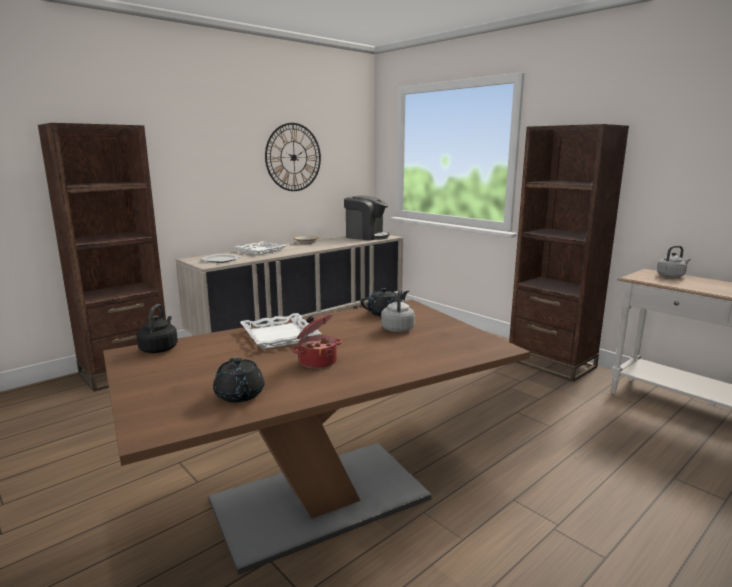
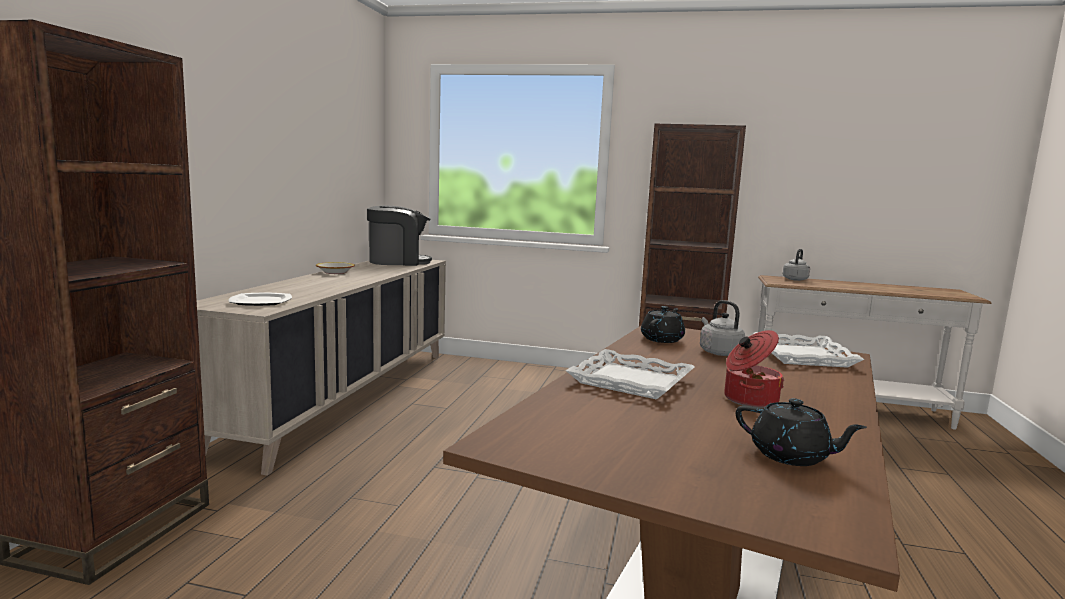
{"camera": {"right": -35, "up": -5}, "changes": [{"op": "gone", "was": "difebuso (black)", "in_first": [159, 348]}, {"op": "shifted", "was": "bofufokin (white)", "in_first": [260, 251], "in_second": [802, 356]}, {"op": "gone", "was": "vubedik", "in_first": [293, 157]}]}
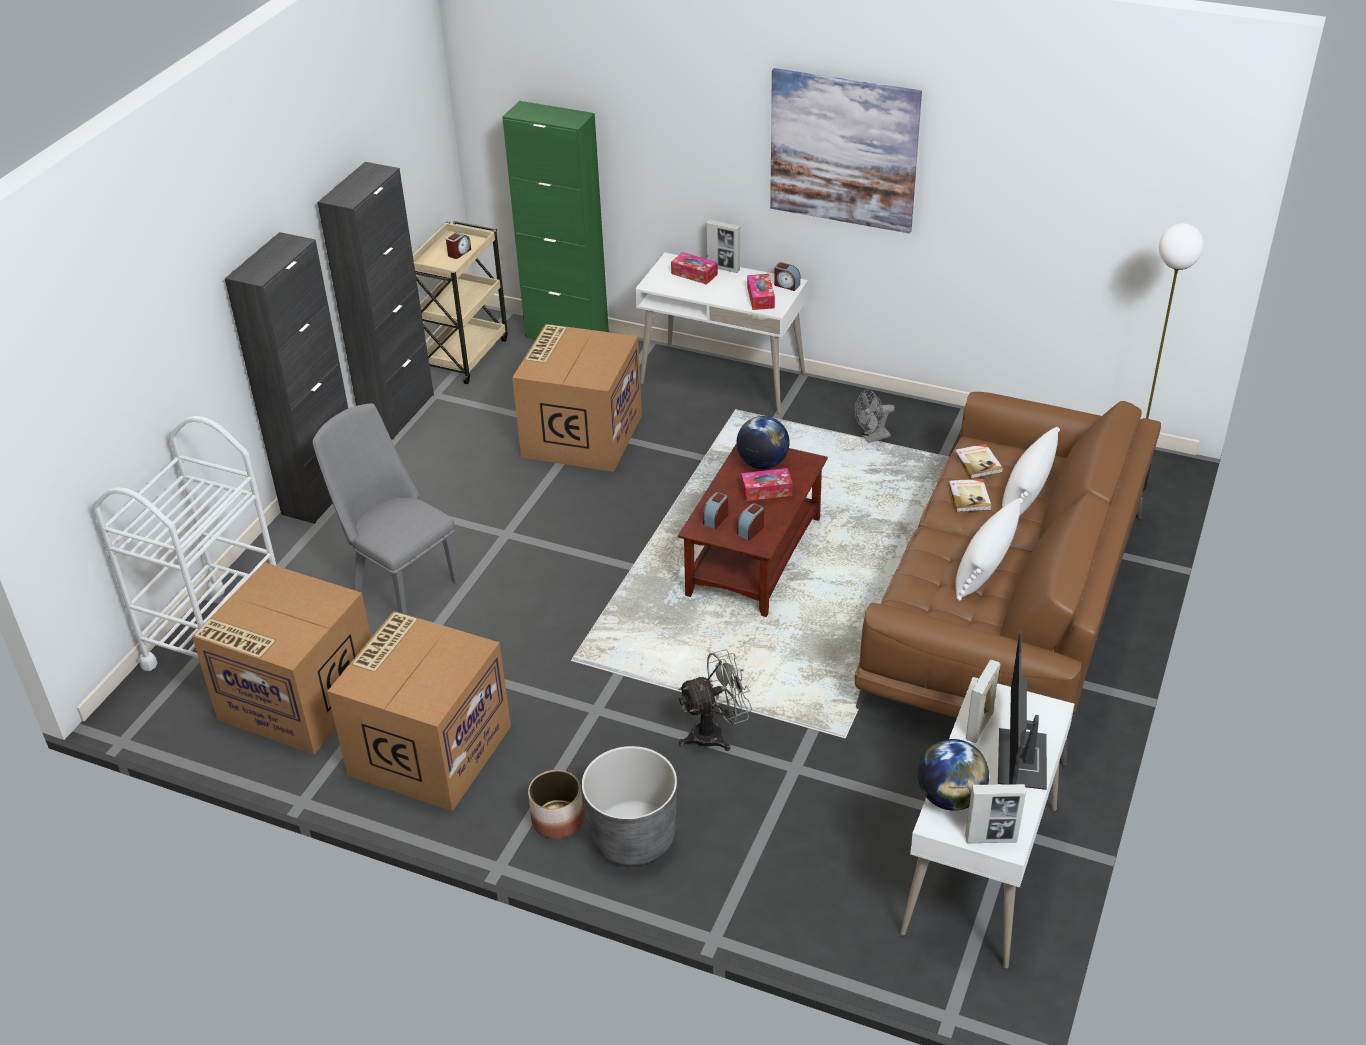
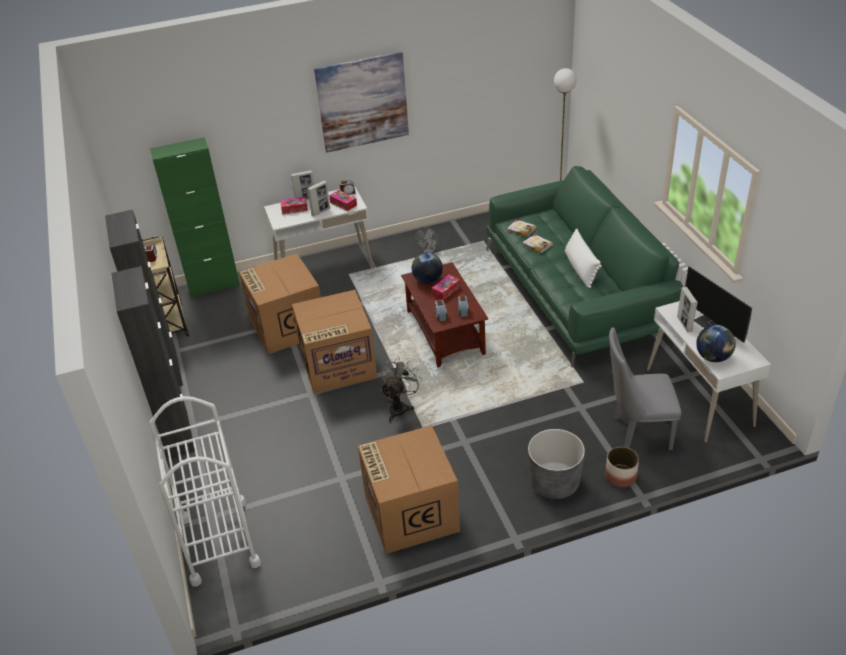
{"camera": {"right": -40, "up": 0}, "changes": [{"op": "shifted", "was": "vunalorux", "in_first": [296, 698], "in_second": [337, 366]}, {"op": "shifted", "was": "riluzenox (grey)", "in_first": [400, 583], "in_second": [636, 433]}, {"op": "shifted", "was": "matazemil", "in_first": [557, 820], "in_second": [620, 476]}, {"op": "shifted", "was": "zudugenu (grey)", "in_first": [715, 734], "in_second": [400, 406]}, {"op": "repainted", "was": "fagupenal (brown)", "now": "fagupenal (green)", "in_first": [1005, 609], "in_second": [575, 292]}, {"op": "shifted", "was": "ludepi", "in_first": [991, 839], "in_second": [321, 211]}, {"op": "gone", "was": "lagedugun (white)", "in_first": [1026, 492]}]}
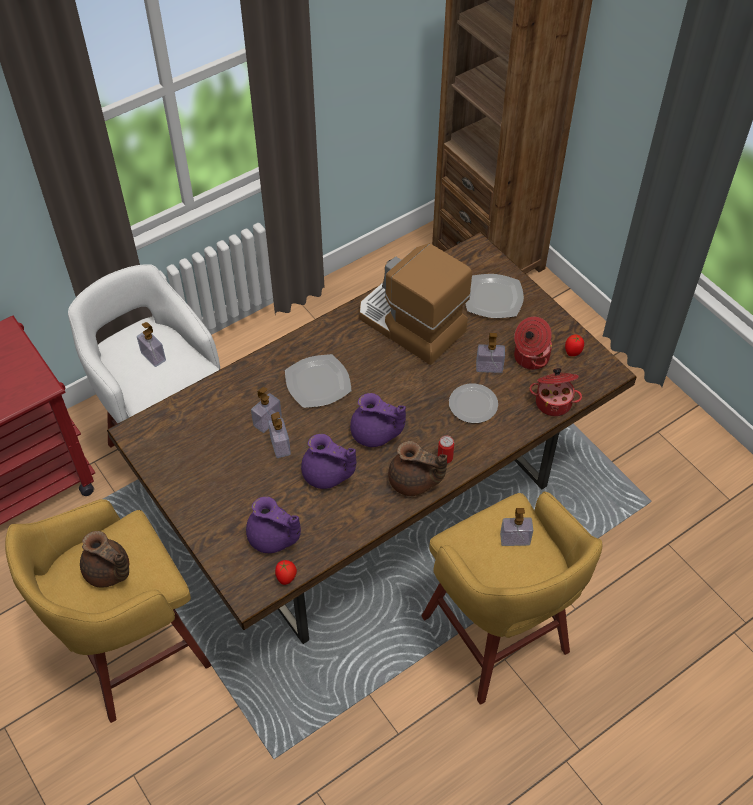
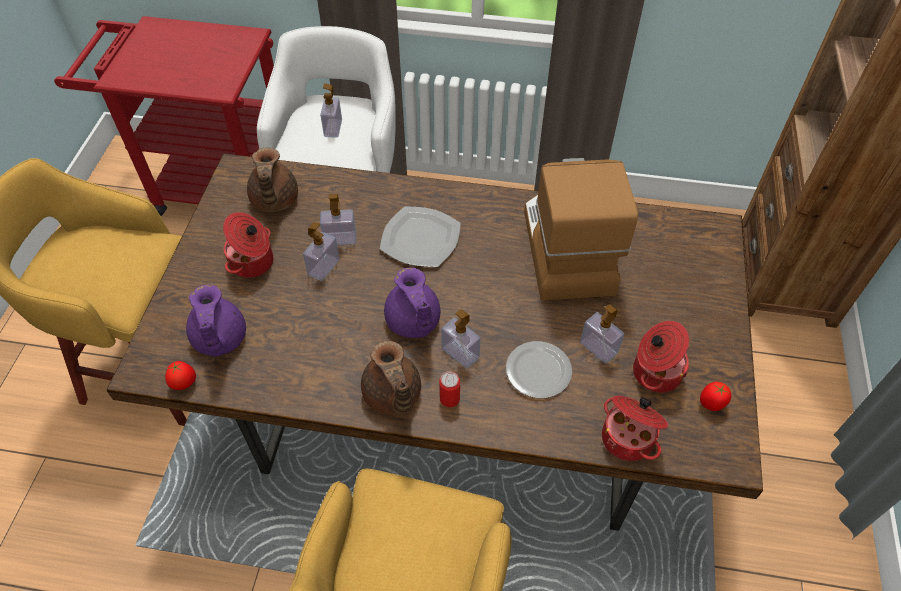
{"camera": {"right": 45, "up": 0}, "changes": [{"op": "shifted", "was": "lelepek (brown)", "in_first": [108, 572], "in_second": [274, 201]}, {"op": "gone", "was": "lelepek (purple)", "in_first": [327, 475]}, {"op": "gone", "was": "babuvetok", "in_first": [492, 297]}, {"op": "shifted", "was": "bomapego", "in_first": [515, 539], "in_second": [460, 353]}, {"op": "new", "now": "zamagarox", "in_second": [253, 262]}]}
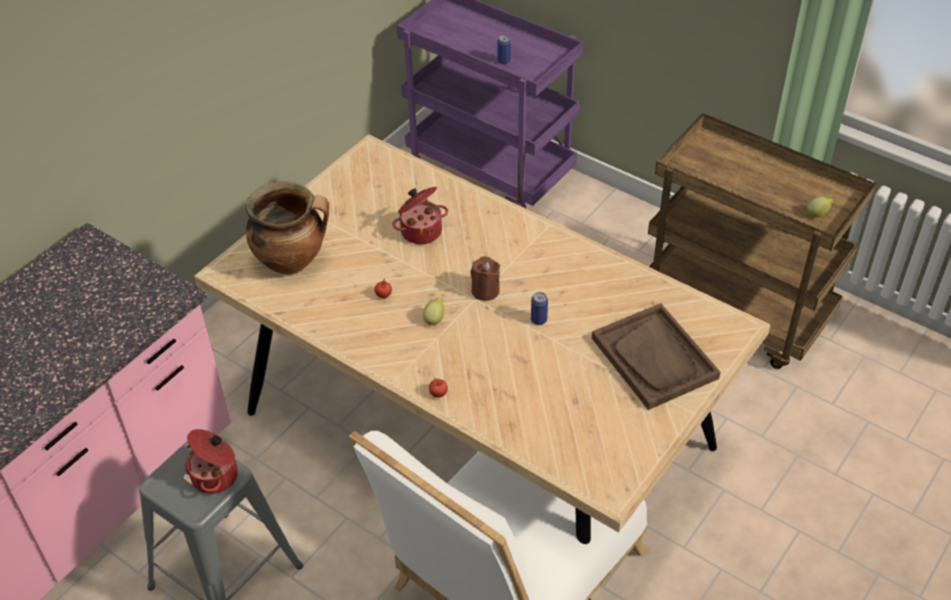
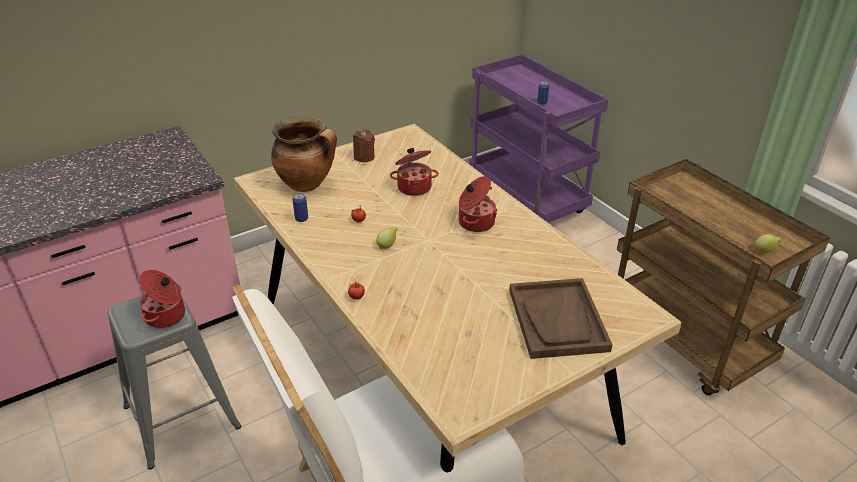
{"camera": {"right": 20, "up": -10}, "changes": [{"op": "shifted", "was": "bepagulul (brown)", "in_first": [485, 291], "in_second": [364, 157]}, {"op": "shifted", "was": "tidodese", "in_first": [539, 320], "in_second": [301, 219]}, {"op": "new", "now": "zamagarox", "in_second": [475, 222]}]}
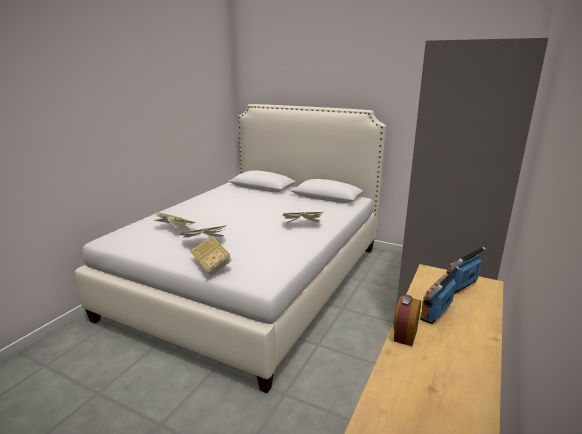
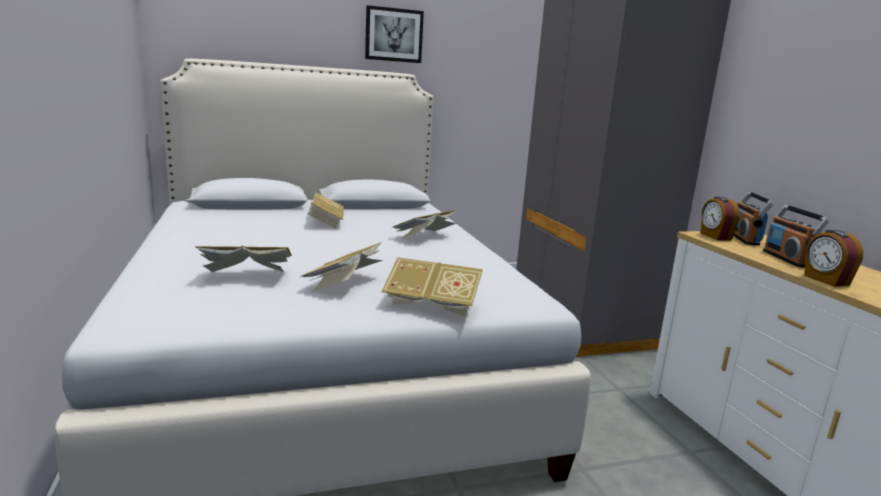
{"camera": {"right": -45, "up": -5}, "changes": [{"op": "new", "now": "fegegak", "in_second": [326, 222]}, {"op": "new", "now": "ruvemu", "in_second": [393, 35]}, {"op": "new", "now": "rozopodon", "in_second": [715, 236]}]}
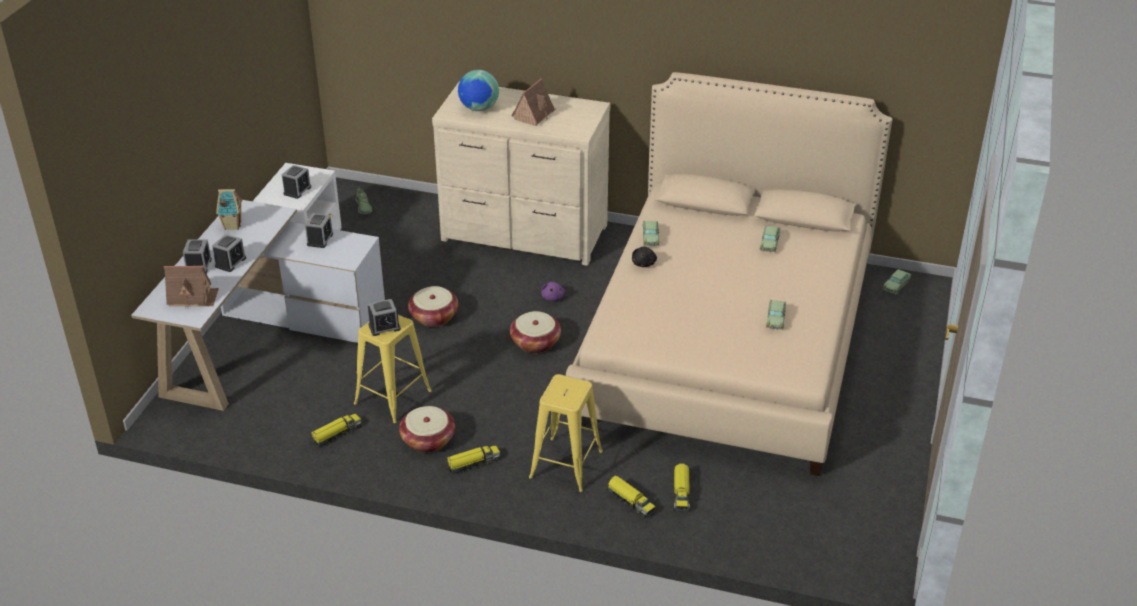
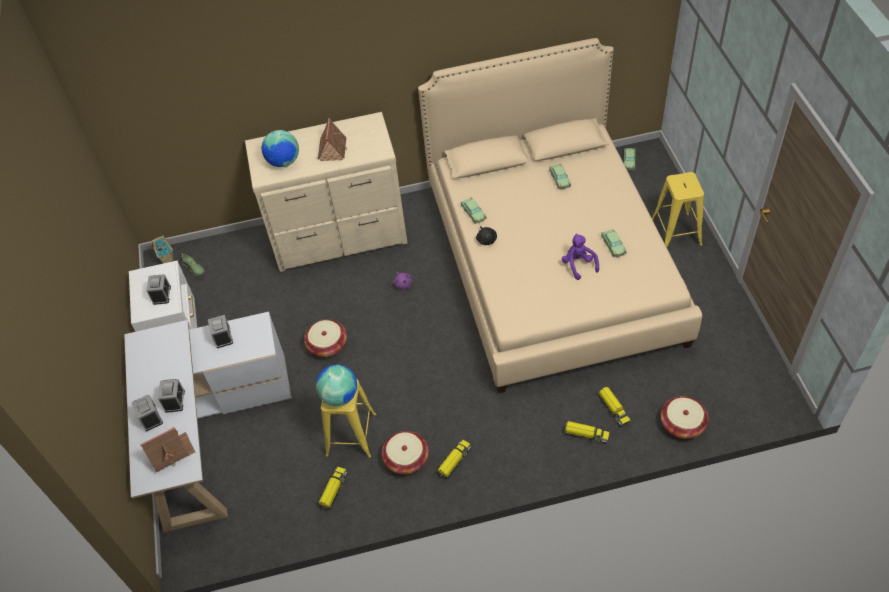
{"camera": {"right": -25, "up": 15}, "changes": [{"op": "shifted", "was": "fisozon", "in_first": [232, 226], "in_second": [166, 259]}, {"op": "swapped", "was": "rozopodon", "now": "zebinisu", "in_first": [384, 327], "in_second": [339, 395]}, {"op": "shifted", "was": "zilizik", "in_first": [535, 342], "in_second": [682, 424]}, {"op": "shifted", "was": "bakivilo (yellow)", "in_first": [566, 464], "in_second": [676, 232]}, {"op": "new", "now": "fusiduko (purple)", "in_second": [578, 265]}]}
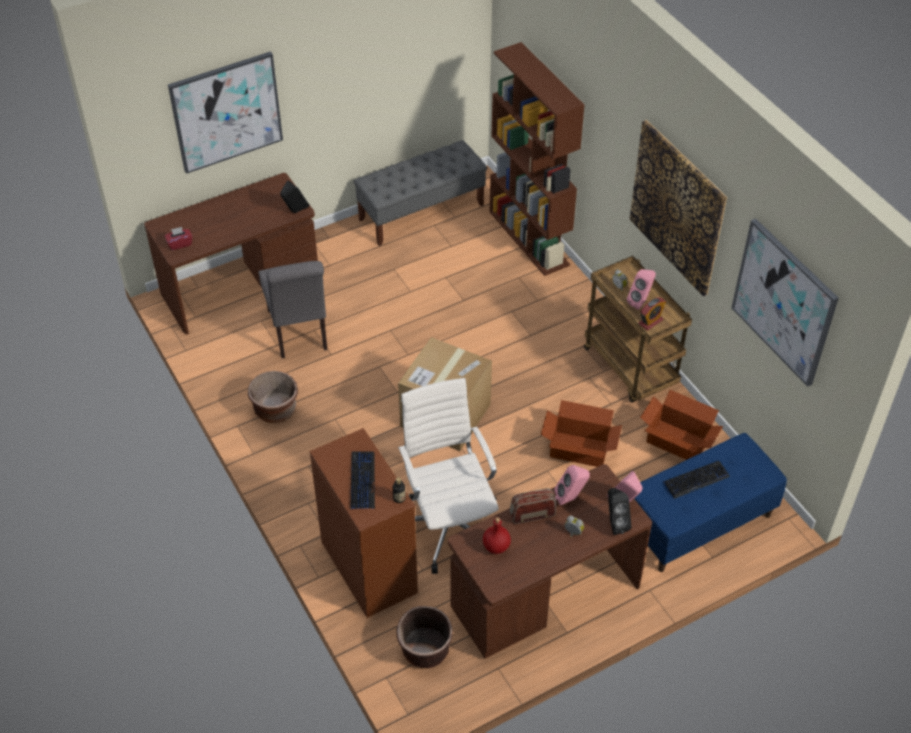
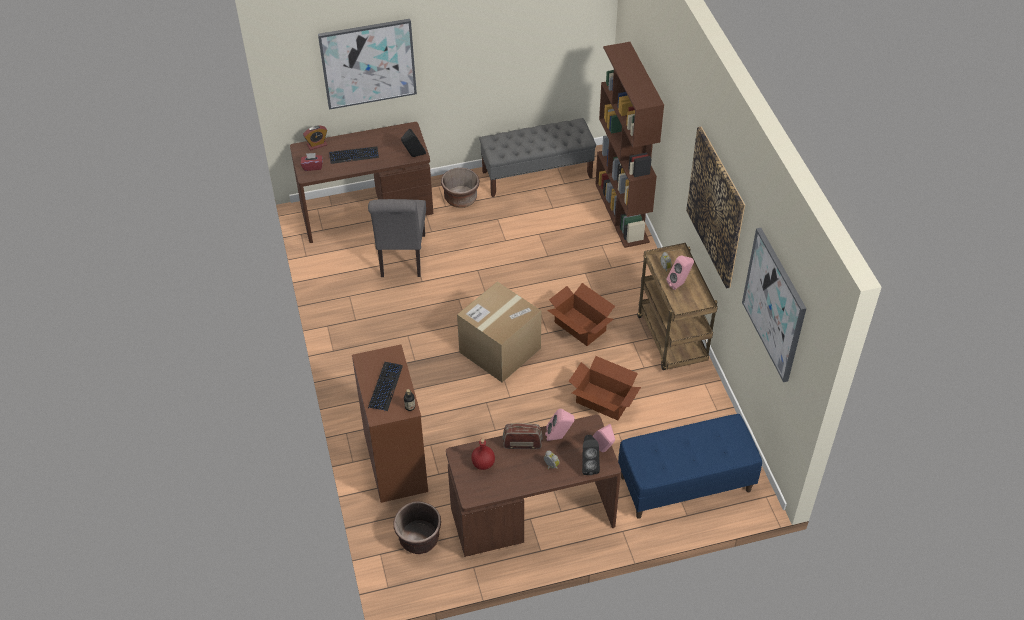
{"camera": {"right": 15, "up": 0}, "changes": [{"op": "shifted", "was": "matazemil (brown)", "in_first": [275, 410], "in_second": [460, 199]}, {"op": "gone", "was": "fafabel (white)", "in_first": [449, 524]}, {"op": "shifted", "was": "rozopodon", "in_first": [650, 322], "in_second": [317, 145]}, {"op": "shifted", "was": "vunalorux", "in_first": [677, 442], "in_second": [580, 327]}, {"op": "shifted", "was": "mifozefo", "in_first": [696, 480], "in_second": [354, 155]}]}
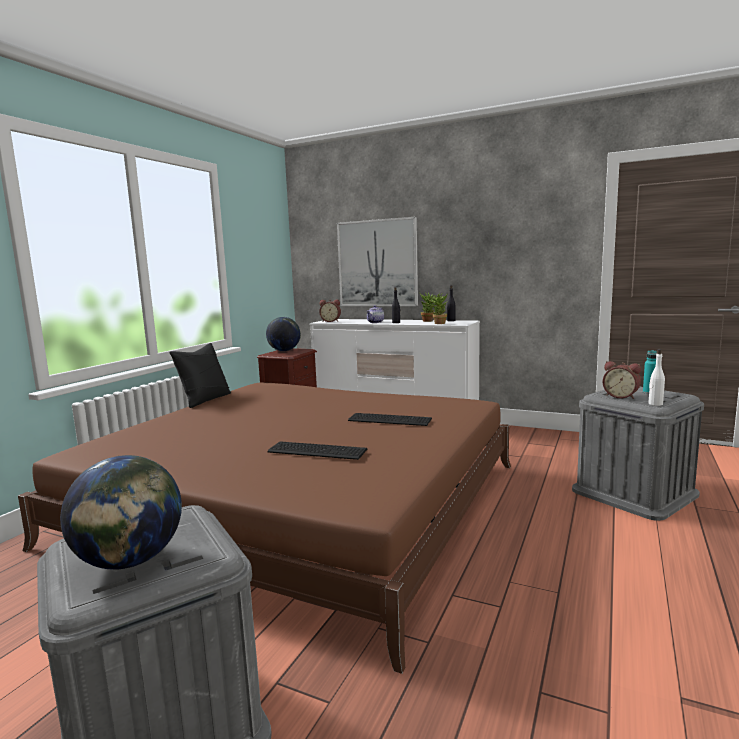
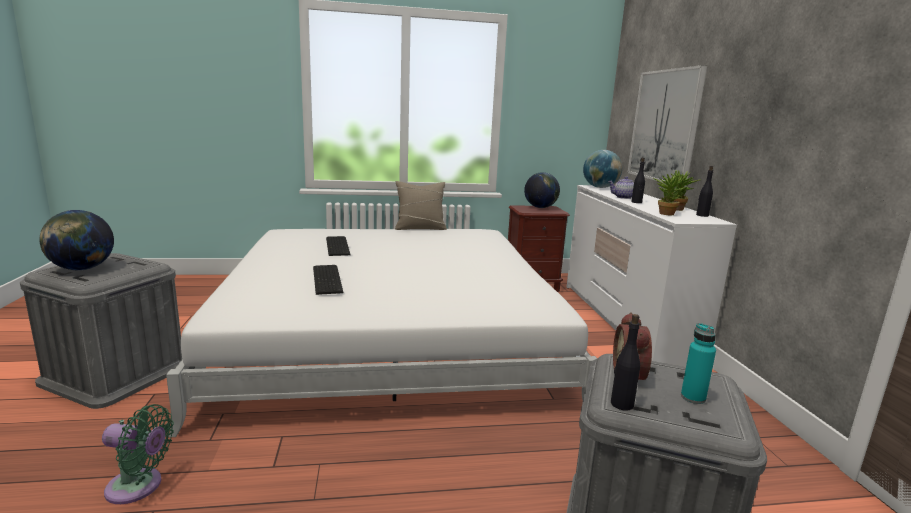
{"camera": {"right": 55, "up": 5}, "changes": [{"op": "repainted", "was": "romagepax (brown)", "now": "romagepax (white)", "in_first": [301, 503], "in_second": [389, 332]}, {"op": "repainted", "was": "lagedugun (black)", "now": "lagedugun (beige)", "in_first": [205, 400], "in_second": [420, 228]}, {"op": "swapped", "was": "rozopodon", "now": "zebinisu", "in_first": [331, 321], "in_second": [600, 187]}, {"op": "shifted", "was": "mifozefo", "in_first": [389, 419], "in_second": [338, 246]}, {"op": "repainted", "was": "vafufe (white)", "now": "vafufe (black)", "in_first": [655, 404], "in_second": [621, 404]}, {"op": "new", "now": "zudugenu (green)", "in_second": [139, 487]}]}
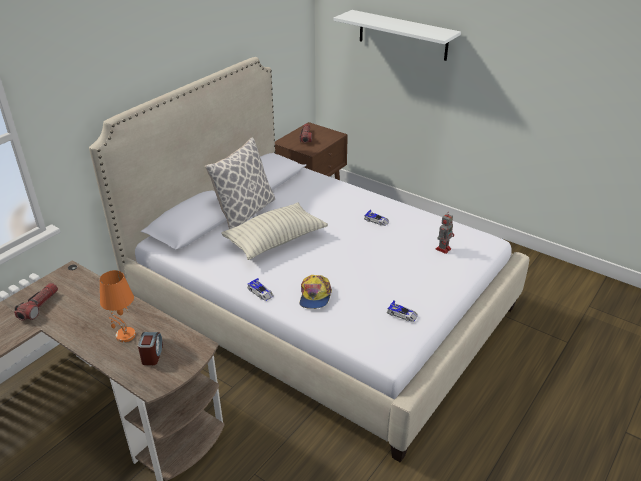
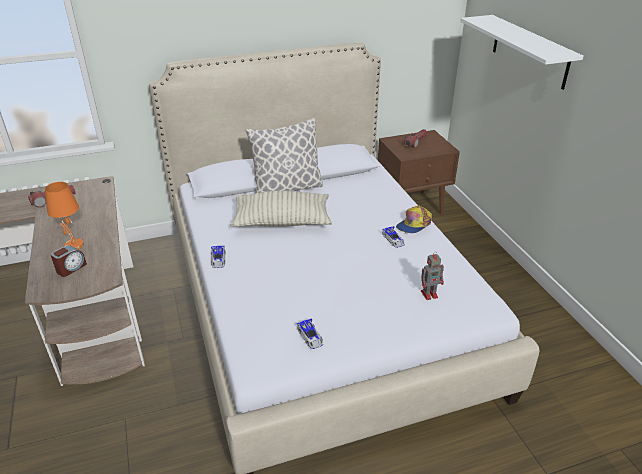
{"camera": {"right": 35, "up": 0}, "changes": [{"op": "shifted", "was": "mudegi", "in_first": [315, 296], "in_second": [414, 224]}]}
